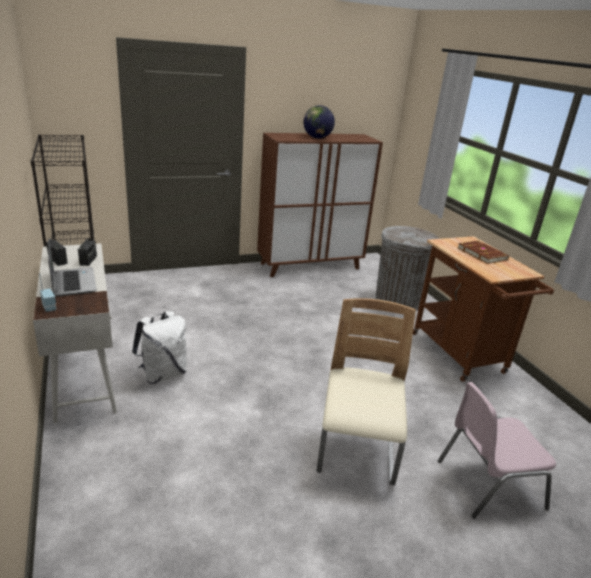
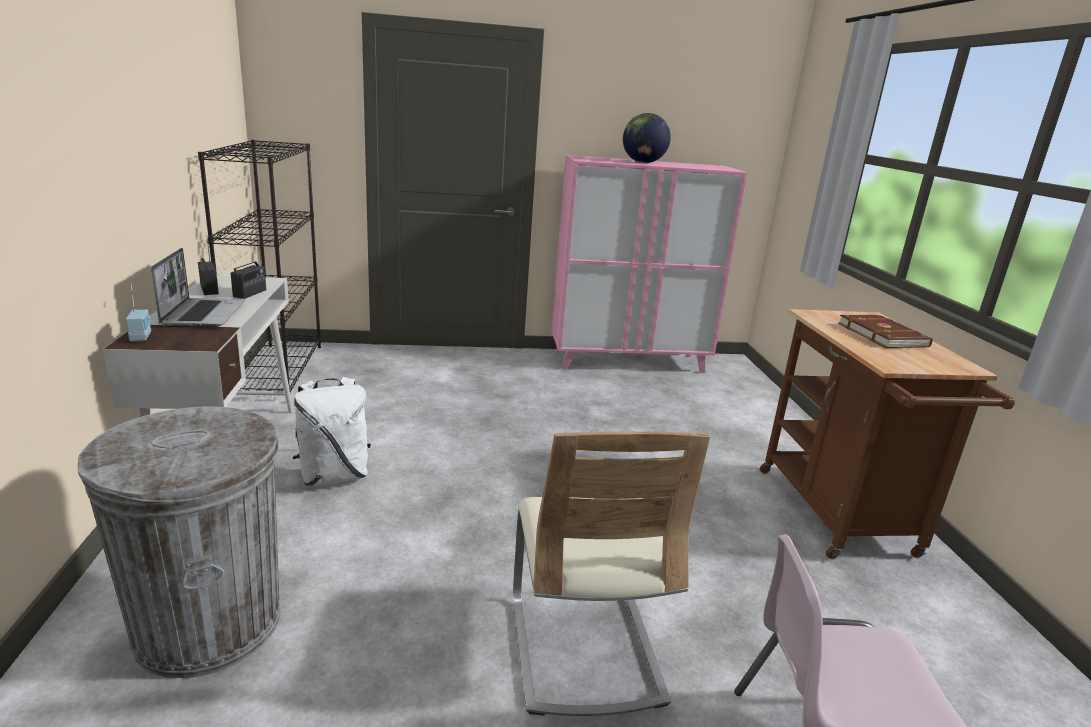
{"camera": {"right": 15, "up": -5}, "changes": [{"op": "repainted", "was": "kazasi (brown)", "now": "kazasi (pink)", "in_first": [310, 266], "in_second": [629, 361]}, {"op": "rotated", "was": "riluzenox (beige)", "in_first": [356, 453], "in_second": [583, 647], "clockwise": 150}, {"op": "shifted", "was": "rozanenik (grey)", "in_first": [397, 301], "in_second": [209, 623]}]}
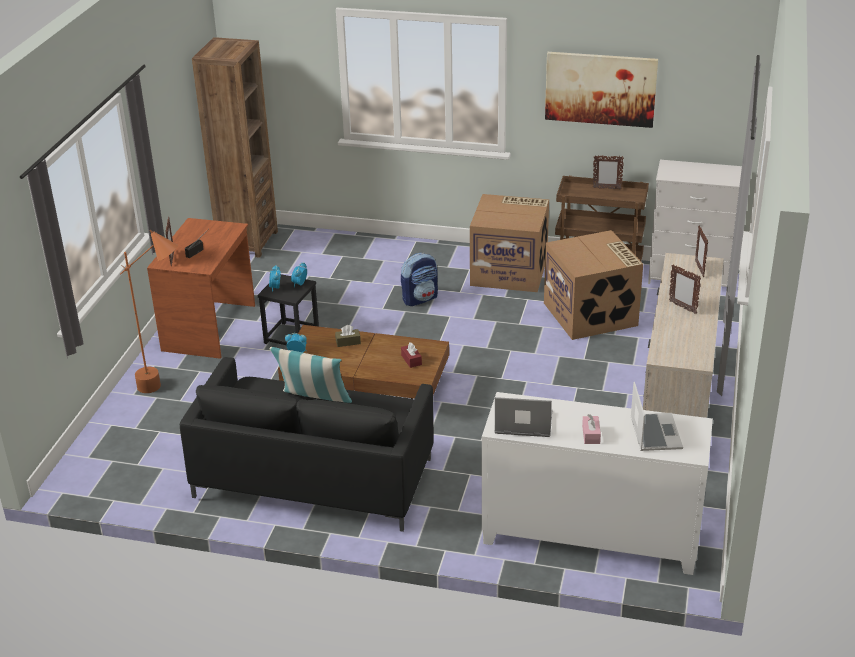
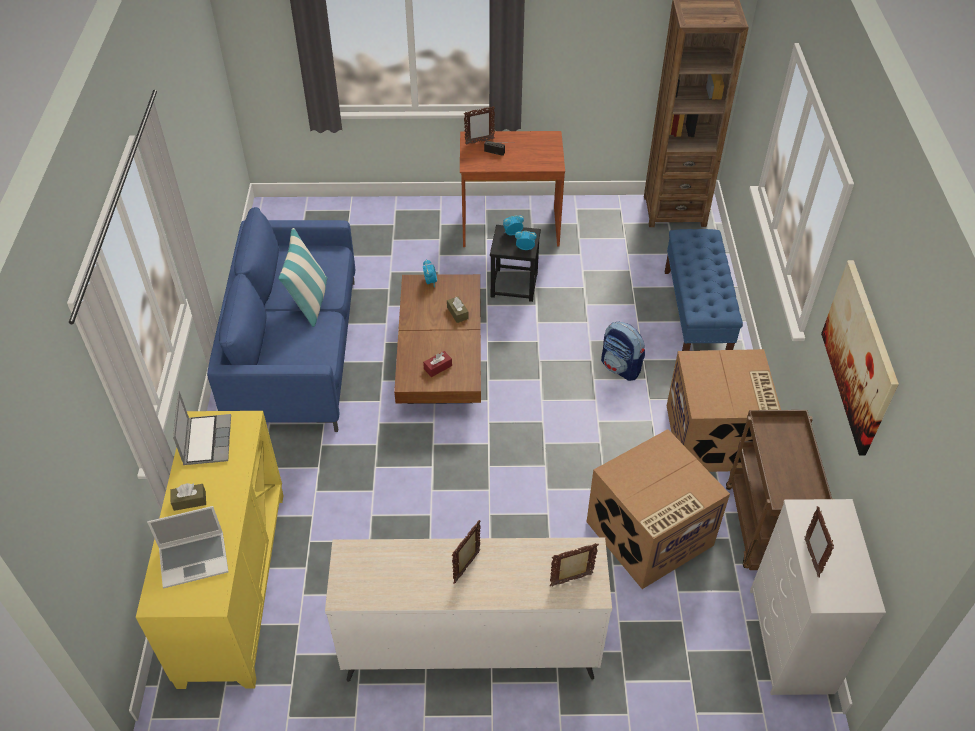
{"camera": {"right": 75, "up": 15}, "changes": [{"op": "gone", "was": "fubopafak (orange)", "in_first": [167, 388]}, {"op": "repainted", "was": "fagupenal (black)", "now": "fagupenal (blue)", "in_first": [314, 479], "in_second": [295, 354]}, {"op": "repainted", "was": "kazasi (white)", "now": "kazasi (yellow)", "in_first": [590, 536], "in_second": [232, 585]}, {"op": "repainted", "was": "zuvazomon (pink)", "now": "zuvazomon (brown)", "in_first": [591, 435], "in_second": [189, 501]}, {"op": "shifted", "was": "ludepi", "in_first": [606, 188], "in_second": [811, 557]}, {"op": "new", "now": "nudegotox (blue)", "in_second": [696, 315]}]}
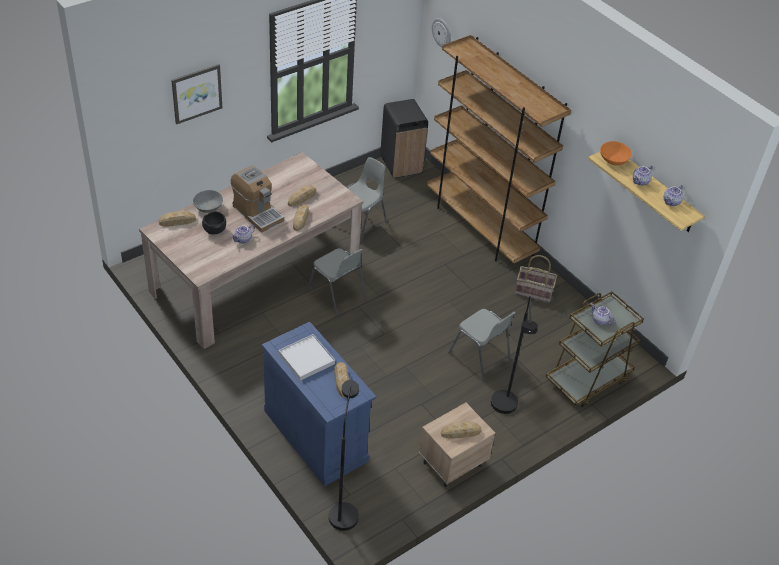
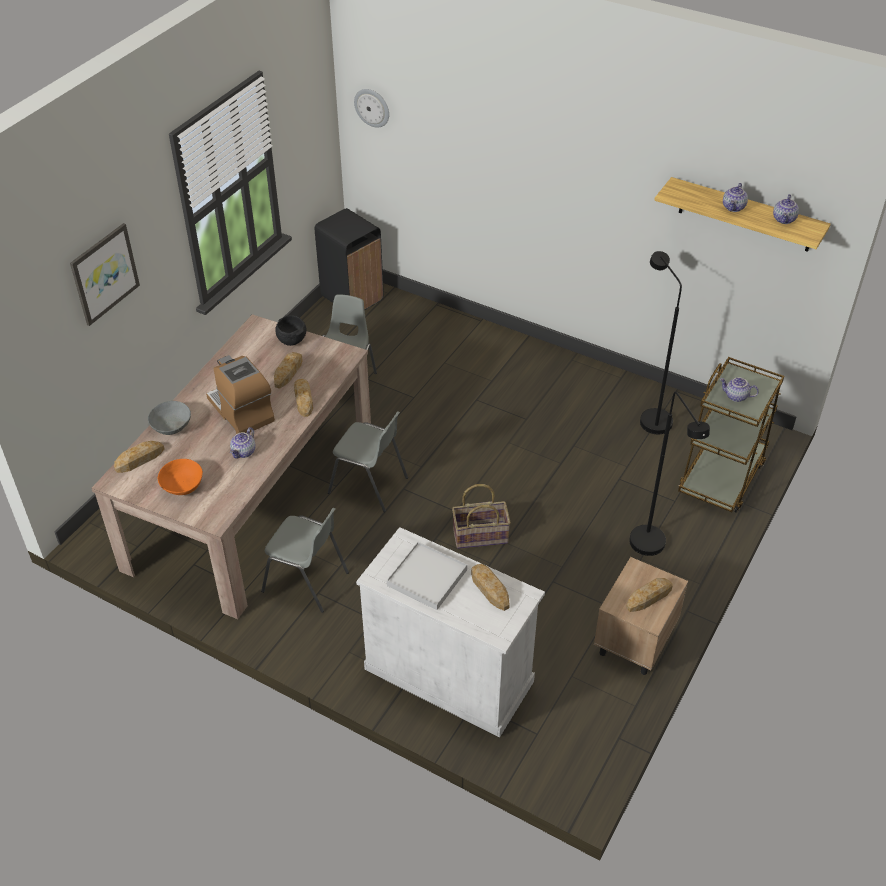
{"camera": {"right": -20, "up": 0}, "changes": [{"op": "shifted", "was": "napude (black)", "in_first": [214, 230], "in_second": [291, 340]}, {"op": "rotated", "was": "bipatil", "in_first": [257, 213], "in_second": [241, 411], "clockwise": -150}, {"op": "repainted", "was": "kazasi (blue)", "now": "kazasi (white)", "in_first": [315, 435], "in_second": [449, 675]}, {"op": "shifted", "was": "fubopafak (black)", "in_first": [343, 510], "in_second": [650, 417]}, {"op": "gone", "was": "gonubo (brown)", "in_first": [480, 227]}, {"op": "shifted", "was": "riluzenox (grey)", "in_first": [479, 357], "in_second": [306, 582]}, {"op": "shifted", "was": "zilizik", "in_first": [534, 291], "in_second": [480, 535]}, {"op": "shifted", "was": "napude (orange)", "in_first": [613, 160], "in_second": [182, 486]}]}
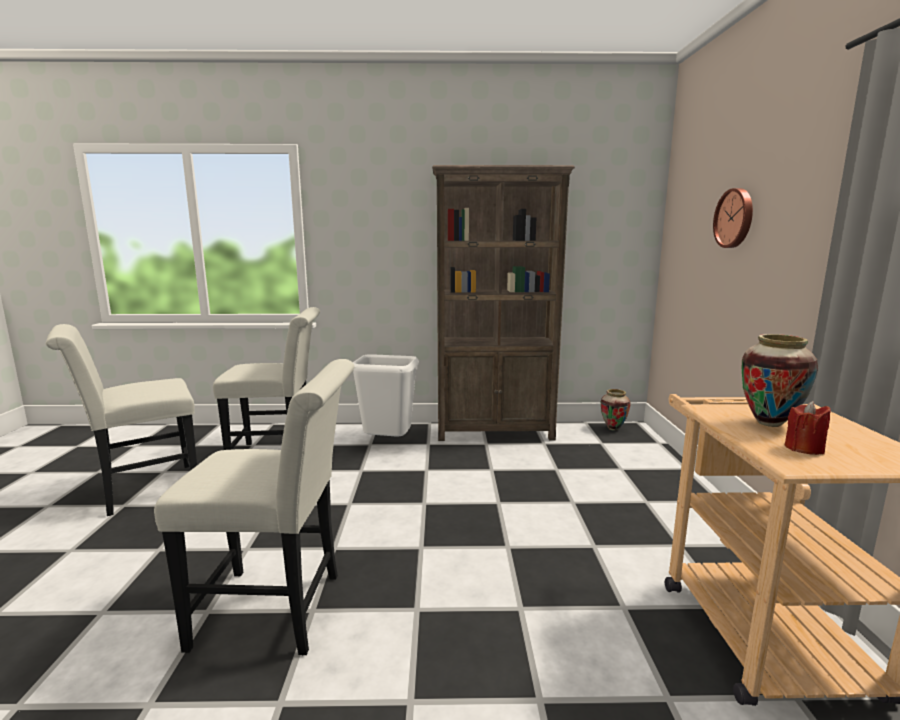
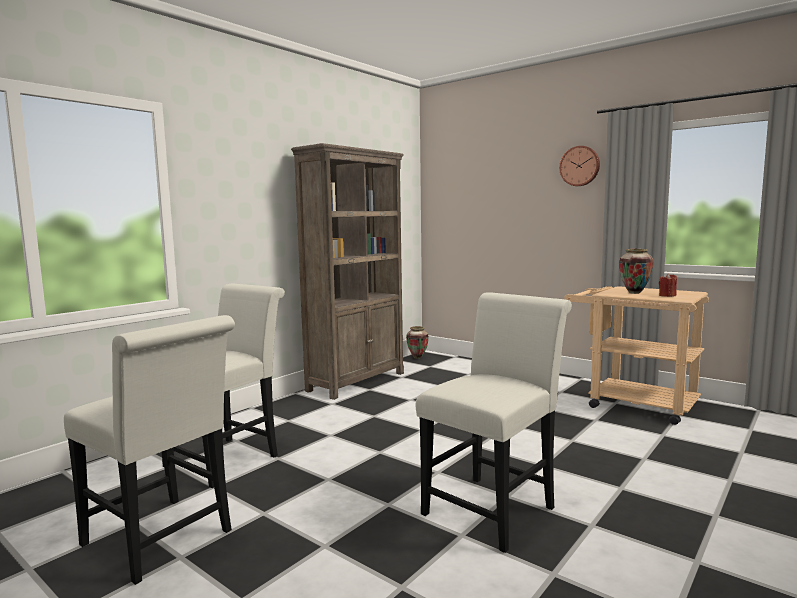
{"camera": {"right": -50, "up": -5}, "changes": [{"op": "rotated", "was": "riluzenox (white)", "in_first": [142, 491], "in_second": [163, 541], "clockwise": -60}, {"op": "gone", "was": "rozanenik (white)", "in_first": [388, 445]}, {"op": "shifted", "was": "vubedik", "in_first": [735, 218], "in_second": [580, 166]}]}
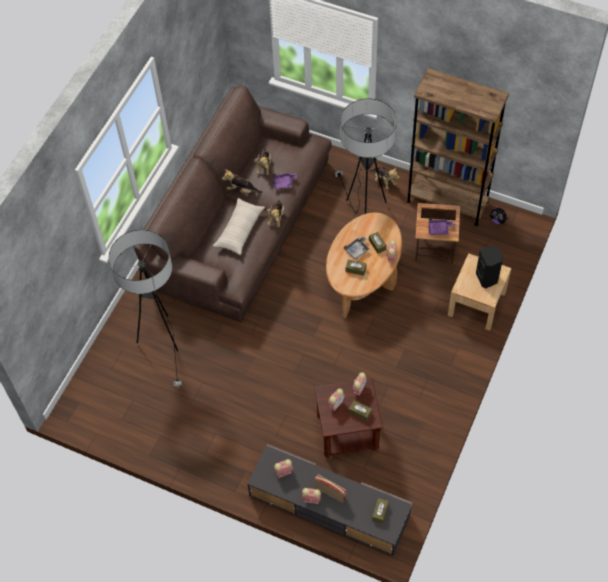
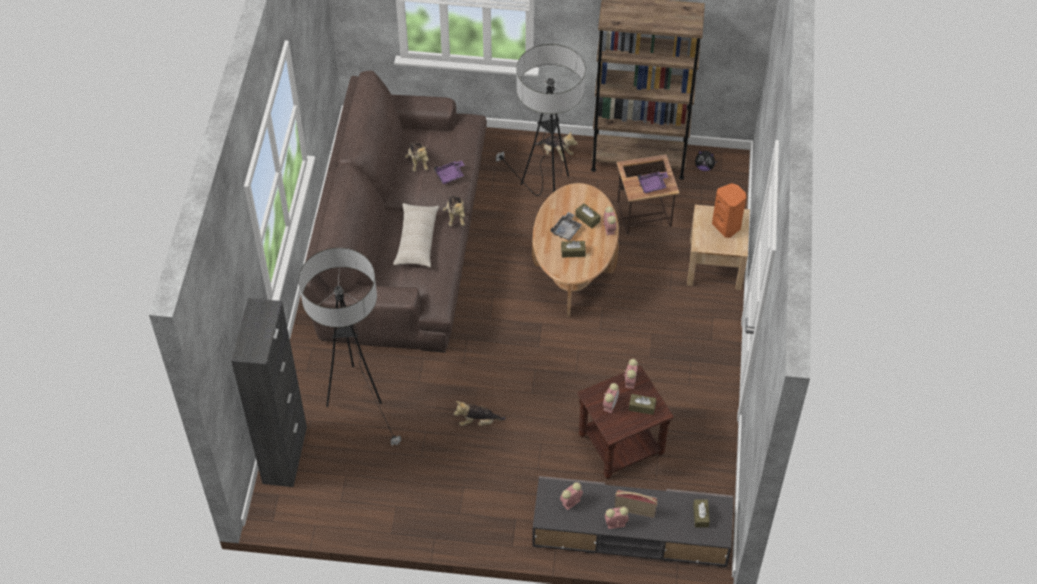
{"camera": {"right": -20, "up": -5}, "changes": [{"op": "shifted", "was": "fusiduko", "in_first": [242, 190], "in_second": [478, 422]}, {"op": "repainted", "was": "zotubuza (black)", "now": "zotubuza (orange)", "in_first": [487, 278], "in_second": [727, 226]}, {"op": "new", "now": "kazasi (black)", "in_second": [285, 455]}]}
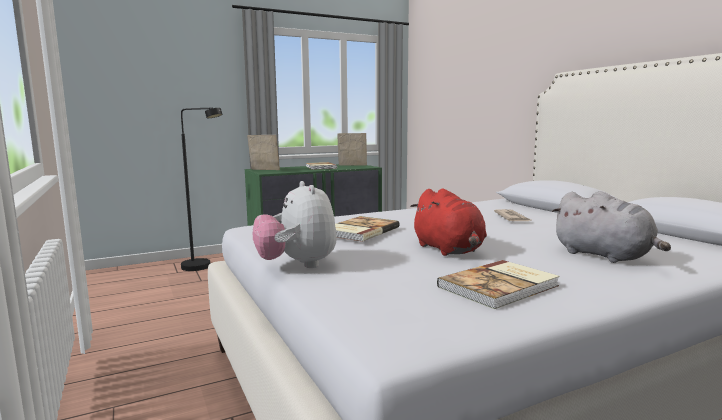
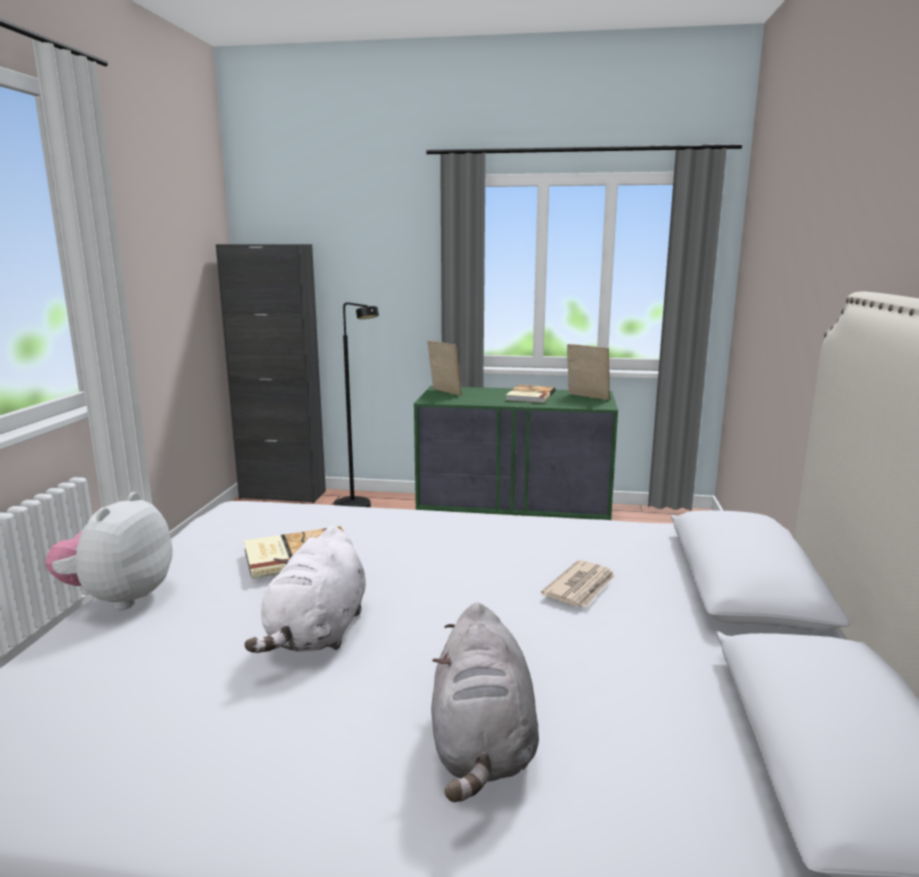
{"camera": {"right": 35, "up": 5}, "changes": [{"op": "repainted", "was": "fusiduko (red)", "now": "fusiduko (white)", "in_first": [449, 250], "in_second": [317, 633]}, {"op": "gone", "was": "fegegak", "in_first": [500, 286]}, {"op": "new", "now": "kazasi (black)", "in_second": [283, 495]}]}
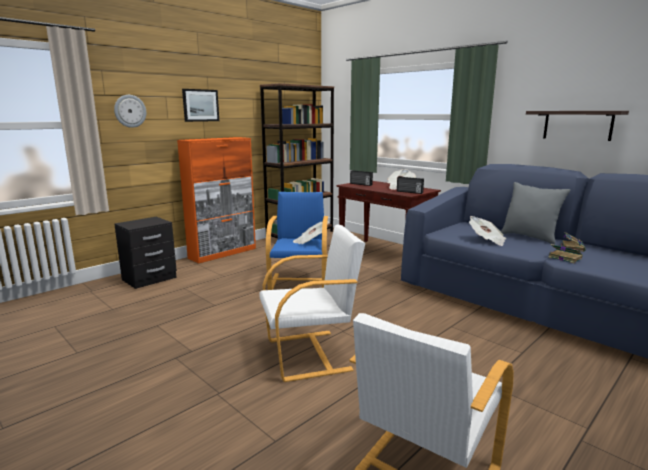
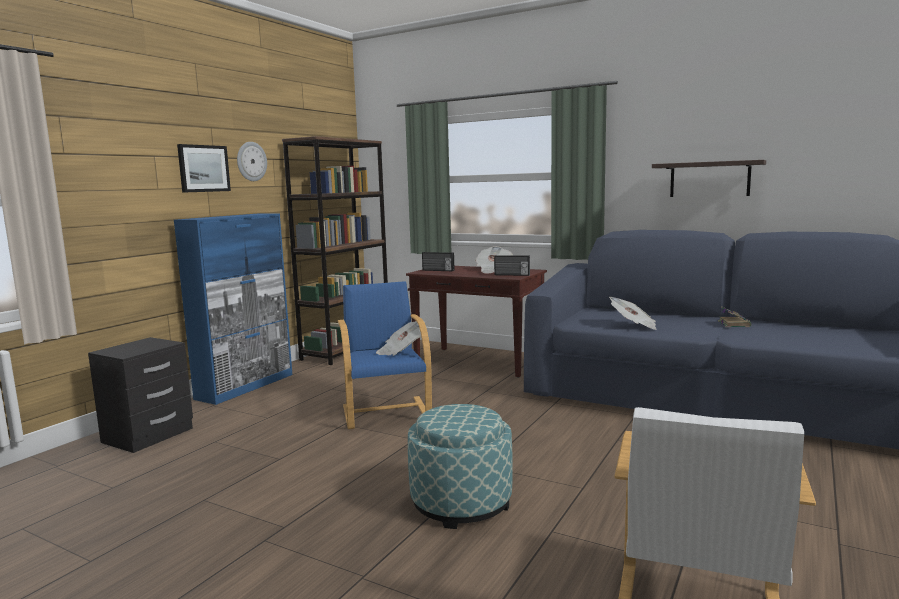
{"camera": {"right": -15, "up": -5}, "changes": [{"op": "shifted", "was": "vubedik", "in_first": [130, 111], "in_second": [251, 161]}, {"op": "repainted", "was": "kazasi (orange)", "now": "kazasi (blue)", "in_first": [223, 253], "in_second": [246, 386]}, {"op": "swapped", "was": "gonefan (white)", "now": "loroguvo", "in_first": [310, 354], "in_second": [461, 502]}, {"op": "gone", "was": "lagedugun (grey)", "in_first": [530, 237]}, {"op": "gone", "was": "fegegak", "in_first": [564, 258]}]}
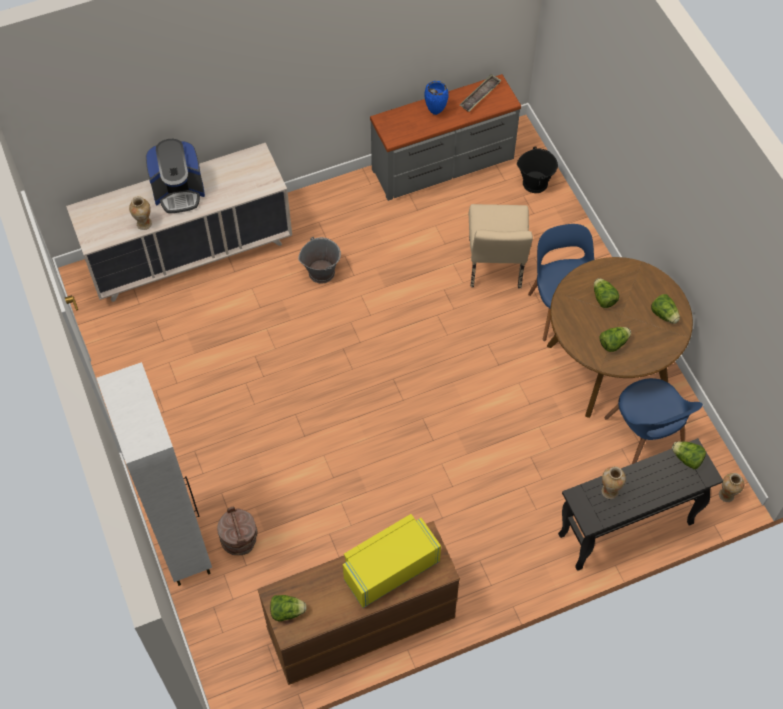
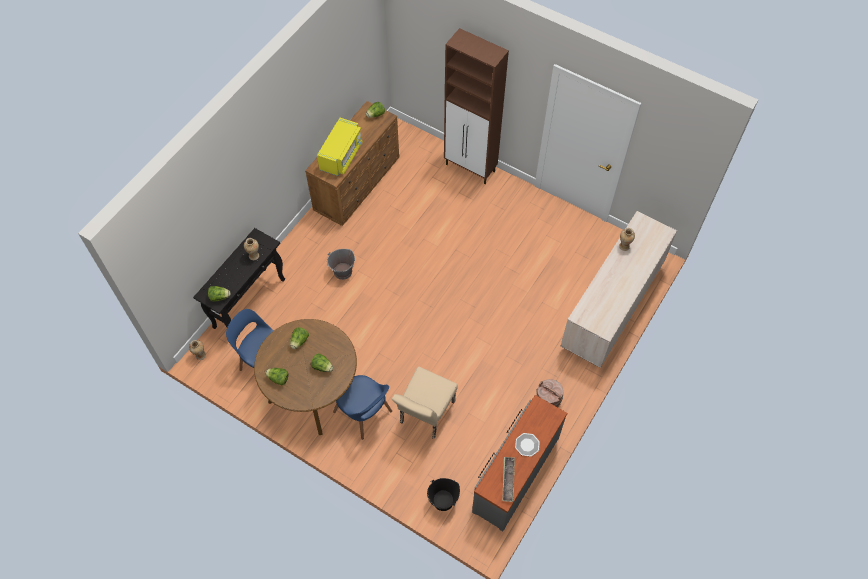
{"camera": {"right": 145, "up": 0}, "changes": [{"op": "repainted", "was": "kazasi (white)", "now": "kazasi (brown)", "in_first": [182, 543], "in_second": [470, 168]}, {"op": "gone", "was": "bipatil", "in_first": [179, 192]}, {"op": "shifted", "was": "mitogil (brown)", "in_first": [239, 539], "in_second": [548, 400]}, {"op": "shifted", "was": "mitogil (grey)", "in_first": [321, 272], "in_second": [343, 272]}, {"op": "swapped", "was": "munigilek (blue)", "now": "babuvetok", "in_first": [436, 112], "in_second": [527, 445]}, {"op": "rotated", "was": "riluzenox (beige)", "in_first": [495, 268], "in_second": [424, 415], "clockwise": -120}]}
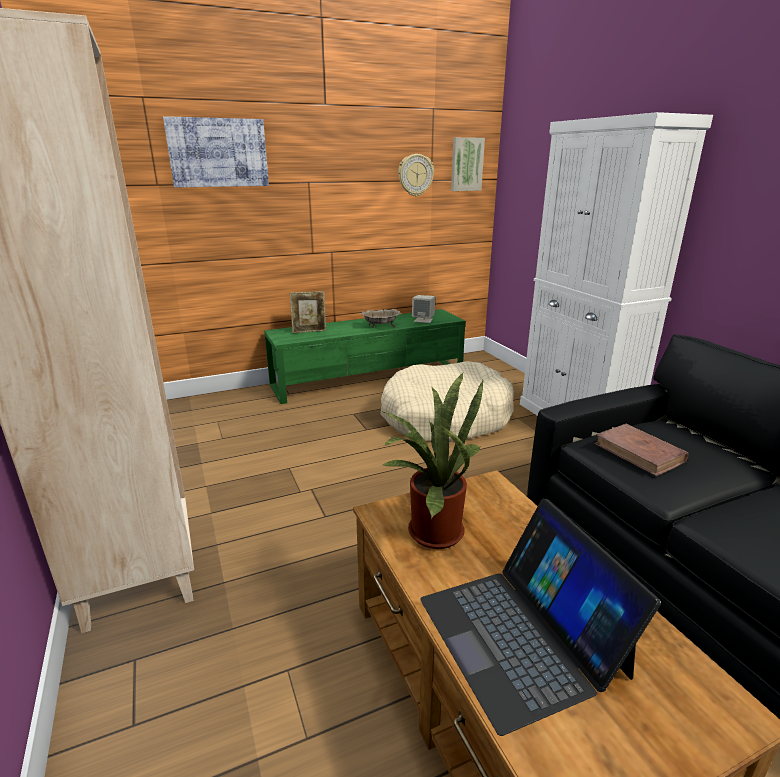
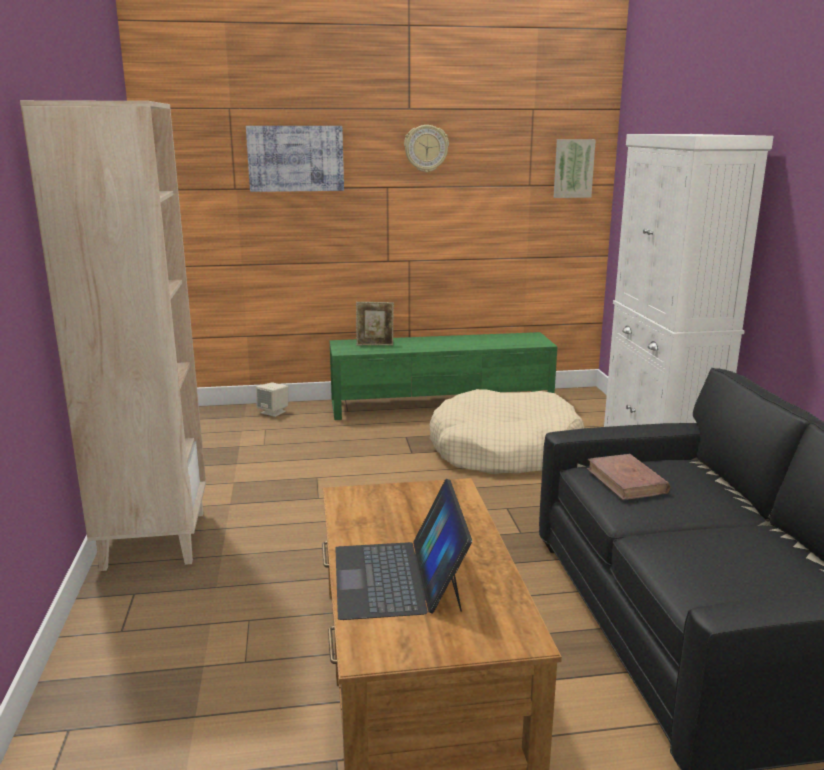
{"camera": {"right": 15, "up": -5}, "changes": [{"op": "gone", "was": "napude (beige)", "in_first": [380, 327]}, {"op": "gone", "was": "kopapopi", "in_first": [430, 530]}, {"op": "shifted", "was": "vubedik", "in_first": [415, 175], "in_second": [426, 148]}, {"op": "shifted", "was": "zotubuza (beige)", "in_first": [423, 320], "in_second": [273, 412]}]}
